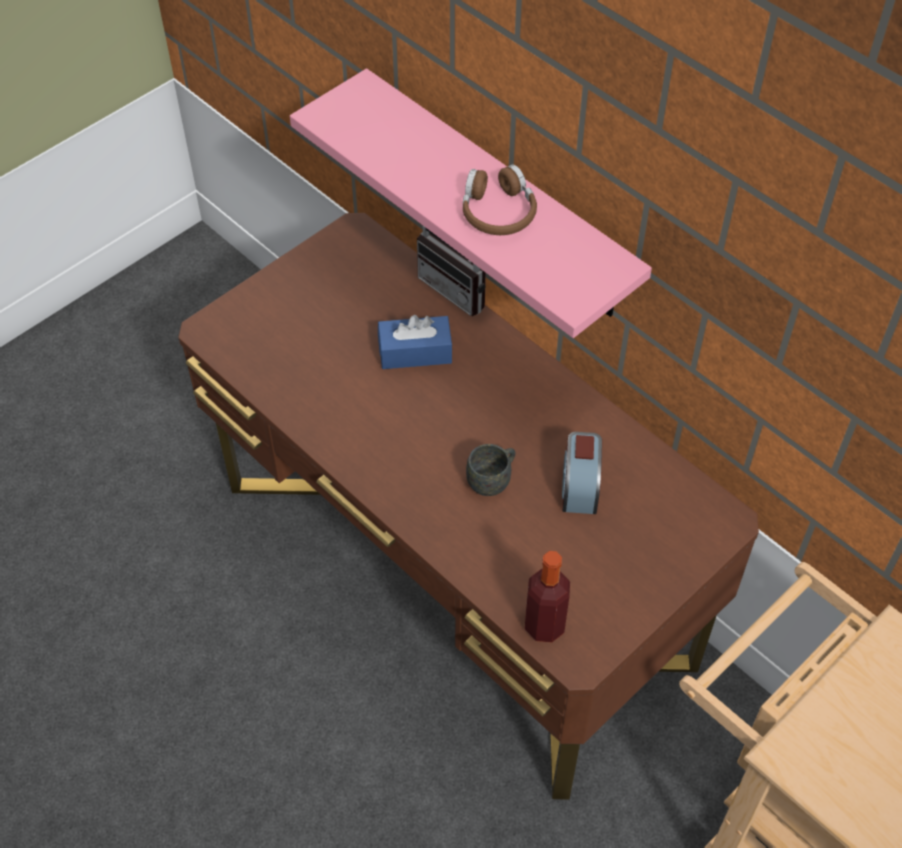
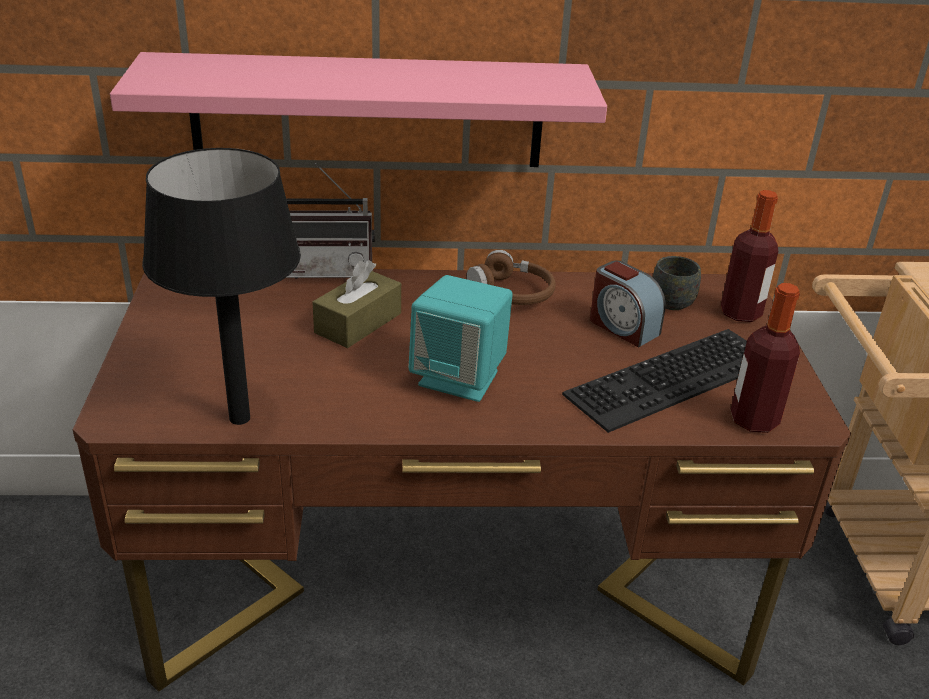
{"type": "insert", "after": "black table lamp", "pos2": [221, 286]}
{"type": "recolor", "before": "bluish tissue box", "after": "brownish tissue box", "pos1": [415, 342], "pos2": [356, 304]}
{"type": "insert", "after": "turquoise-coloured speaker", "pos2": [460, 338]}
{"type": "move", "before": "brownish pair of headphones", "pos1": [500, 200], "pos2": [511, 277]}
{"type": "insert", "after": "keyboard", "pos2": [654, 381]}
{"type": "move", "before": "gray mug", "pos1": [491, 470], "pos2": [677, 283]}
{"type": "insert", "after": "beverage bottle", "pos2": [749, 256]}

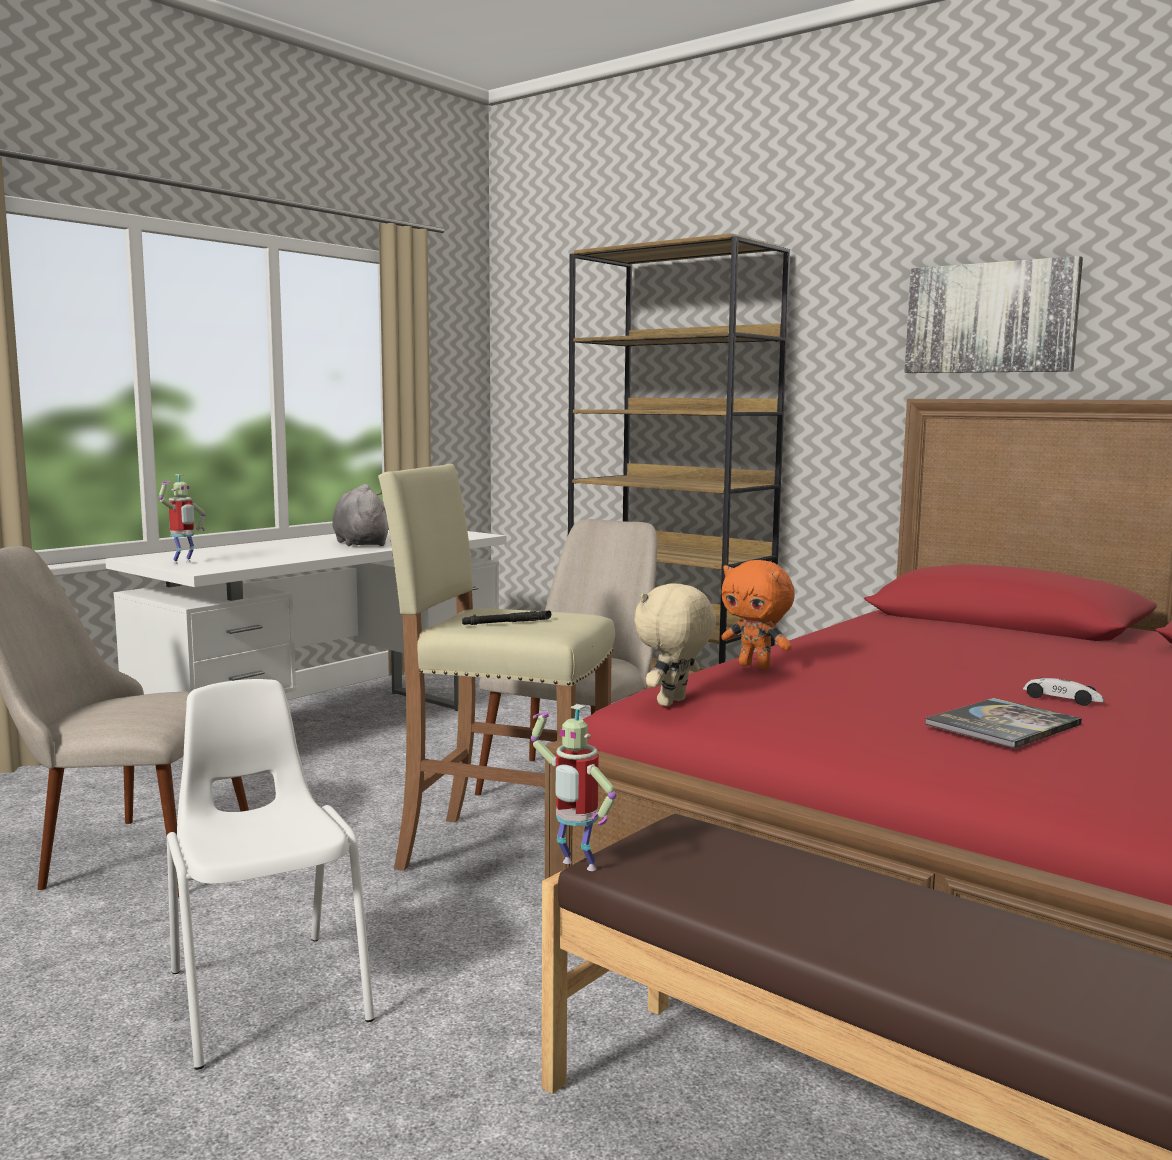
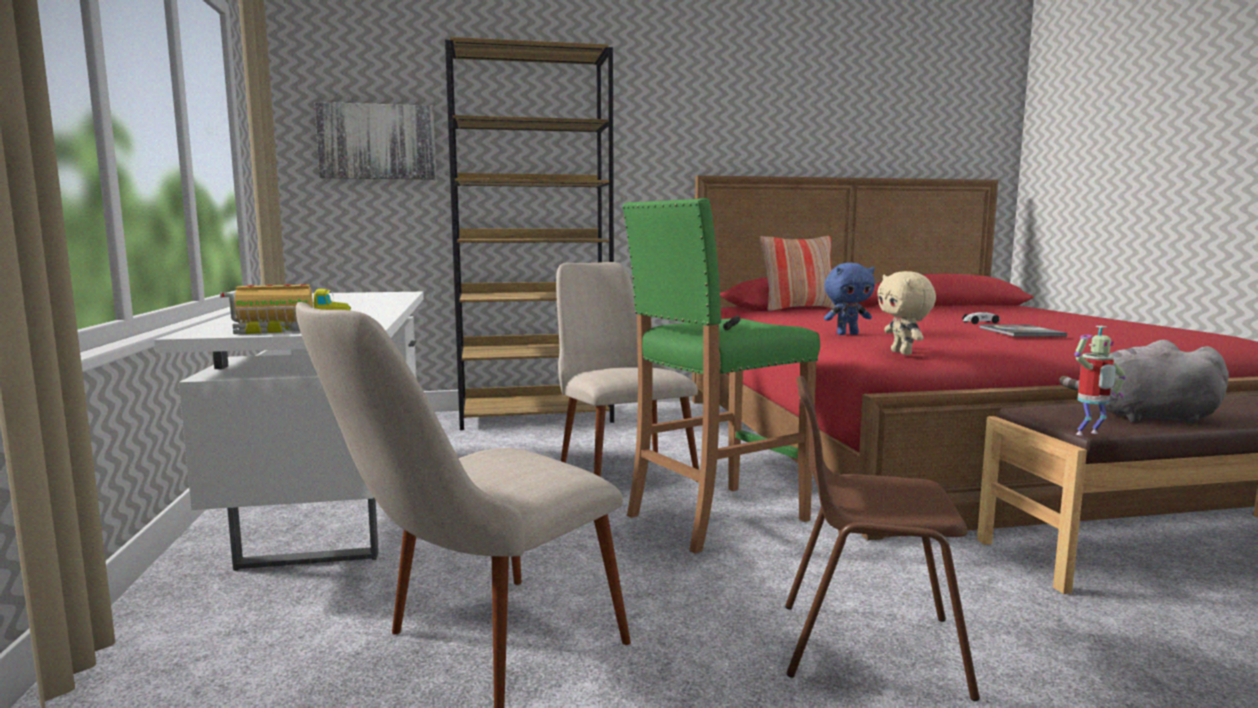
{"type": "replace", "before": "robot figure", "after": "toy lorry", "pos1": [182, 519], "pos2": [285, 309]}
{"type": "move", "before": "wall art", "pos1": [993, 314], "pos2": [375, 141]}
{"type": "recolor", "before": "beige-coloured sitting stool", "after": "green sitting stool", "pos1": [496, 667], "pos2": [721, 376]}
{"type": "insert", "after": "pillow", "pos2": [798, 273]}
{"type": "recolor", "before": "white chair", "after": "brownish chair", "pos1": [271, 874], "pos2": [882, 538]}
{"type": "recolor", "before": "orange cuddly toy", "after": "bluish cuddly toy", "pos1": [758, 614], "pos2": [849, 299]}
{"type": "move", "before": "gray cuddly toy", "pos1": [360, 515], "pos2": [1144, 382]}

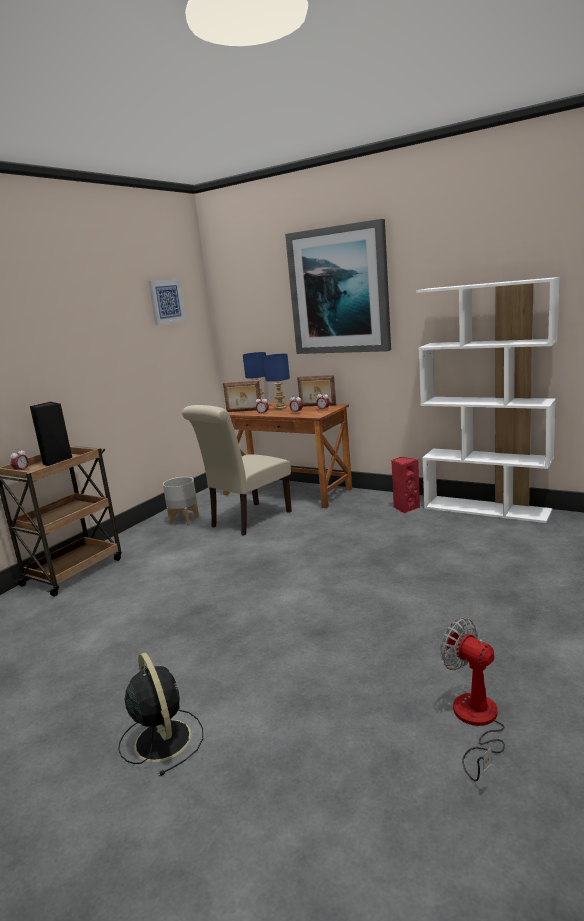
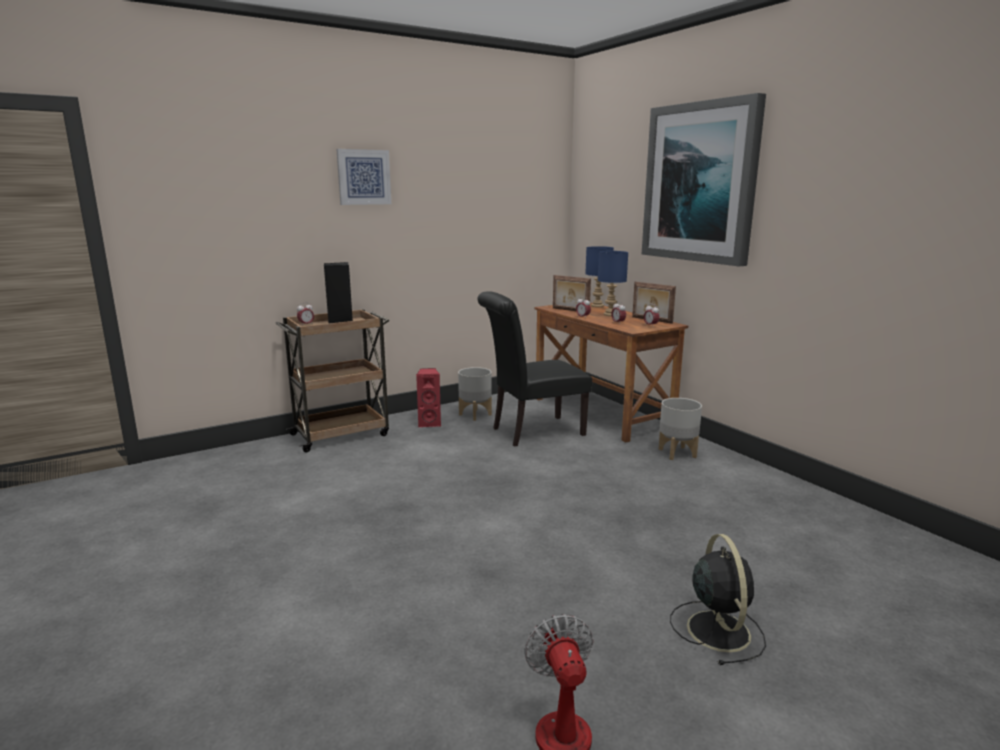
{"type": "move", "before": "wall art", "pos1": [167, 302], "pos2": [363, 177]}
{"type": "move", "before": "red-coloured speaker", "pos1": [405, 485], "pos2": [428, 398]}
{"type": "recolor", "before": "beige-coloured chair", "after": "black chair", "pos1": [237, 470], "pos2": [534, 369]}
{"type": "insert", "after": "gray flower pot", "pos2": [680, 429]}
{"type": "move", "before": "black fan", "pos1": [160, 714], "pos2": [718, 599]}
{"type": "delete", "before": "white bookcase", "pos1": [488, 400]}

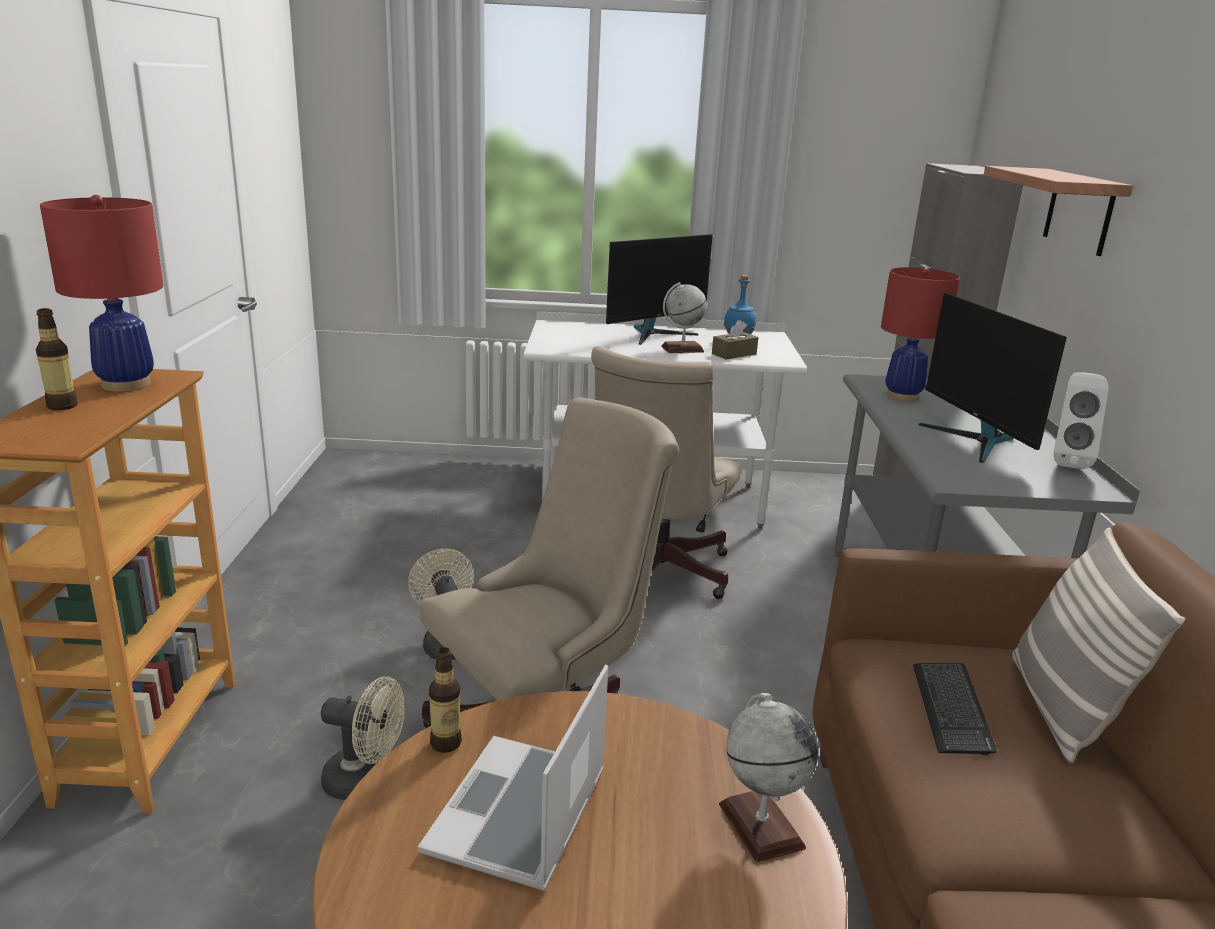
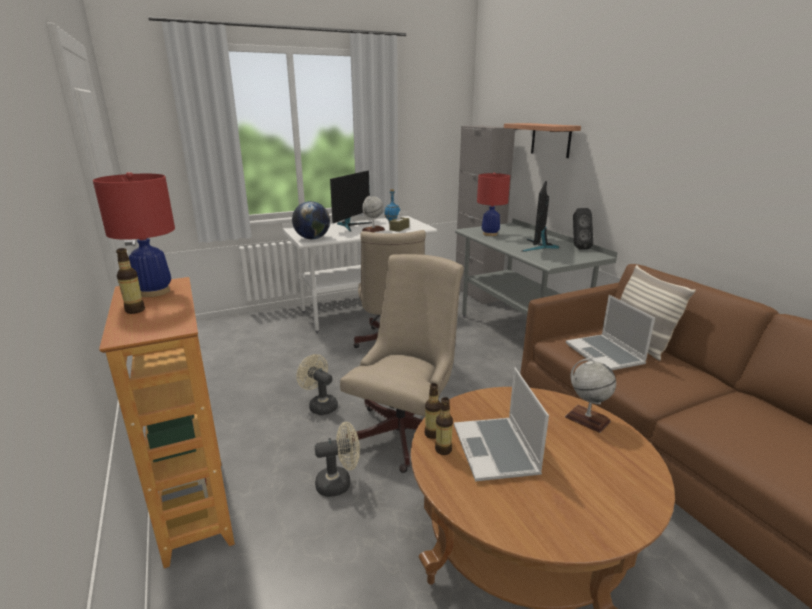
{"type": "insert", "after": "world globe", "pos2": [311, 220]}
{"type": "insert", "after": "beverage bottle", "pos2": [444, 426]}
{"type": "rotate", "before": "computer display", "pos1": [993, 378], "pos2": [540, 216], "turn": 60}
{"type": "replace", "before": "keyboard", "after": "laptop", "pos1": [955, 709], "pos2": [610, 332]}
{"type": "recolor", "before": "white speaker", "after": "black speaker", "pos1": [1081, 420], "pos2": [583, 229]}

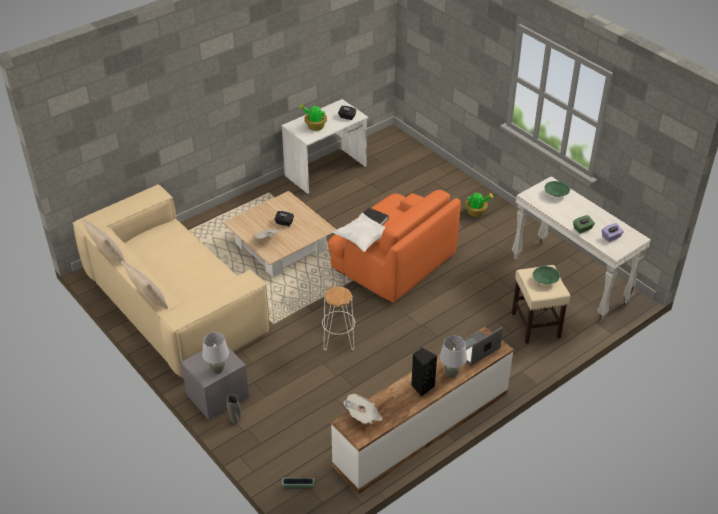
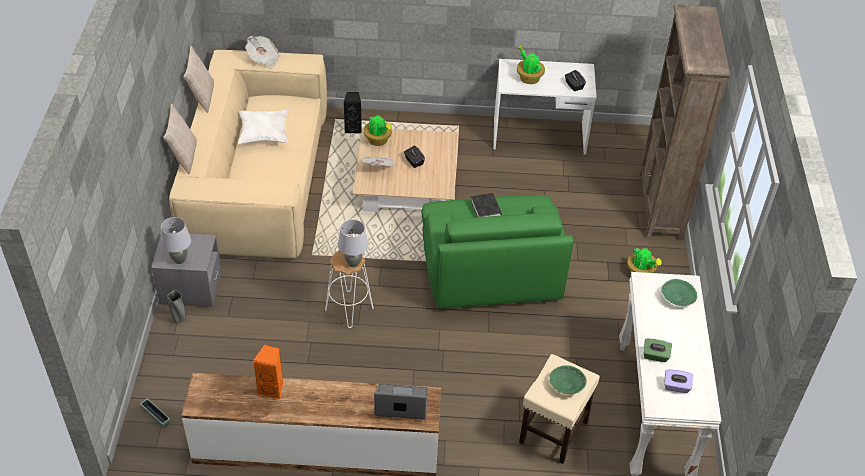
{"type": "move", "before": "white pillow", "pos1": [359, 232], "pos2": [263, 127]}
{"type": "move", "before": "printed paper", "pos1": [362, 409], "pos2": [263, 52]}
{"type": "insert", "after": "orange speaker", "pos2": [268, 372]}
{"type": "move", "before": "gray table lamp", "pos1": [453, 356], "pos2": [353, 243]}
{"type": "move", "before": "black speaker", "pos1": [424, 372], "pos2": [352, 112]}
{"type": "insert", "after": "plant in a pot", "pos2": [378, 131]}
{"type": "recolor", "before": "orange lounge chair", "after": "green lounge chair", "pos1": [394, 246], "pos2": [497, 252]}
{"type": "insert", "after": "brownish bookcase", "pos2": [684, 122]}

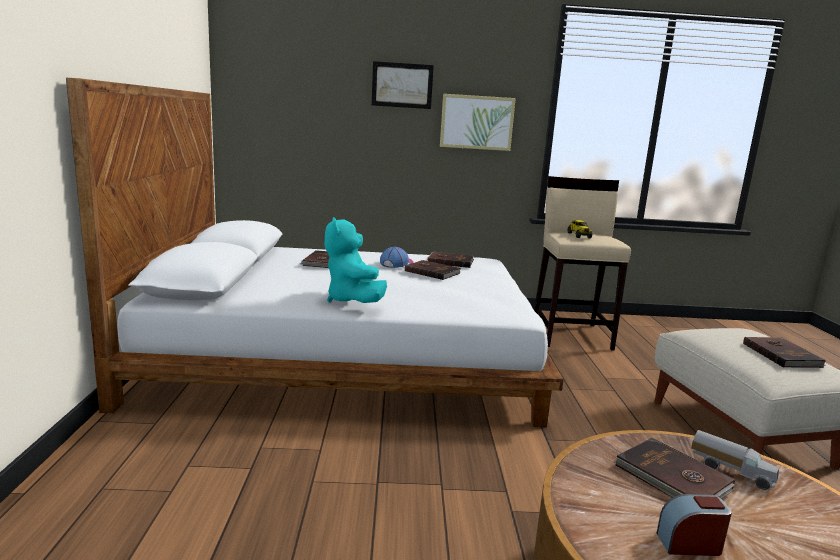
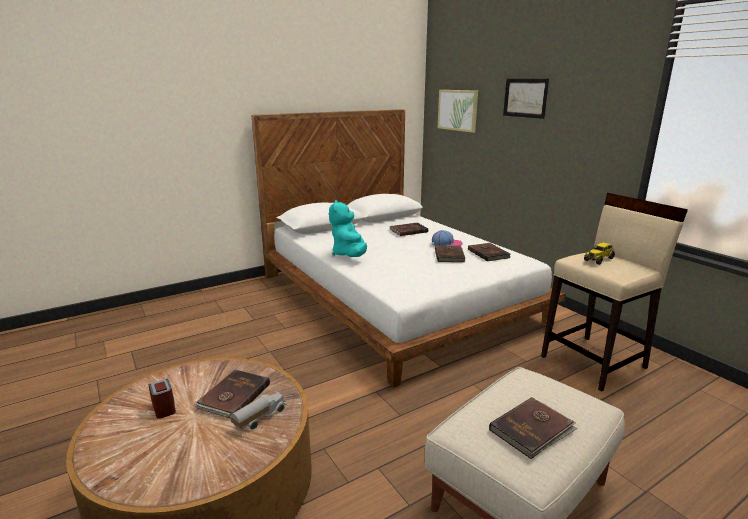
{"type": "rotate", "before": "toy lorry", "pos1": [735, 460], "pos2": [258, 411], "turn": -150}
{"type": "rotate", "before": "turquoise-coloured cuddly toy", "pos1": [356, 260], "pos2": [348, 228], "turn": -45}
{"type": "move", "before": "wall art", "pos1": [478, 122], "pos2": [458, 111]}

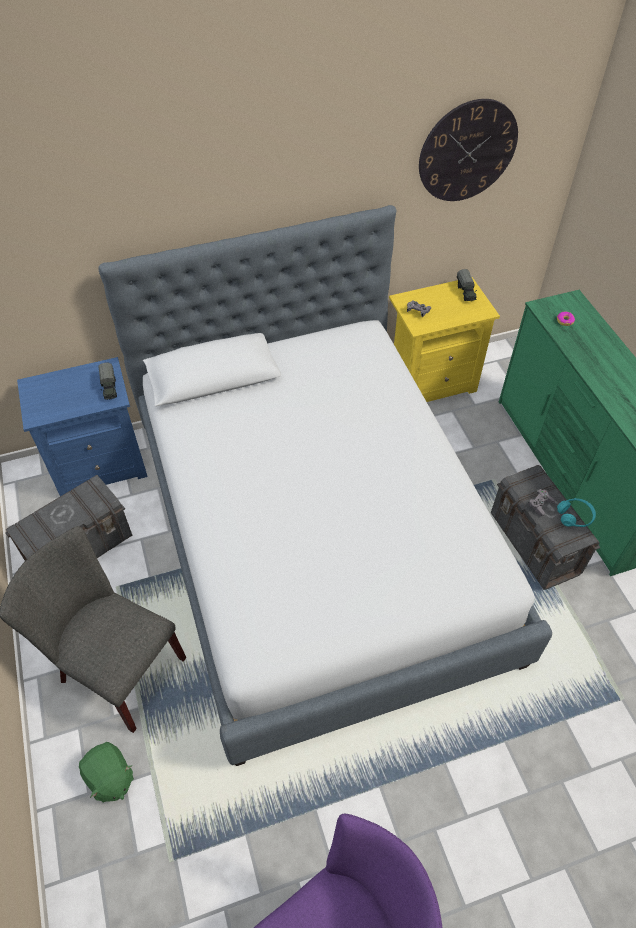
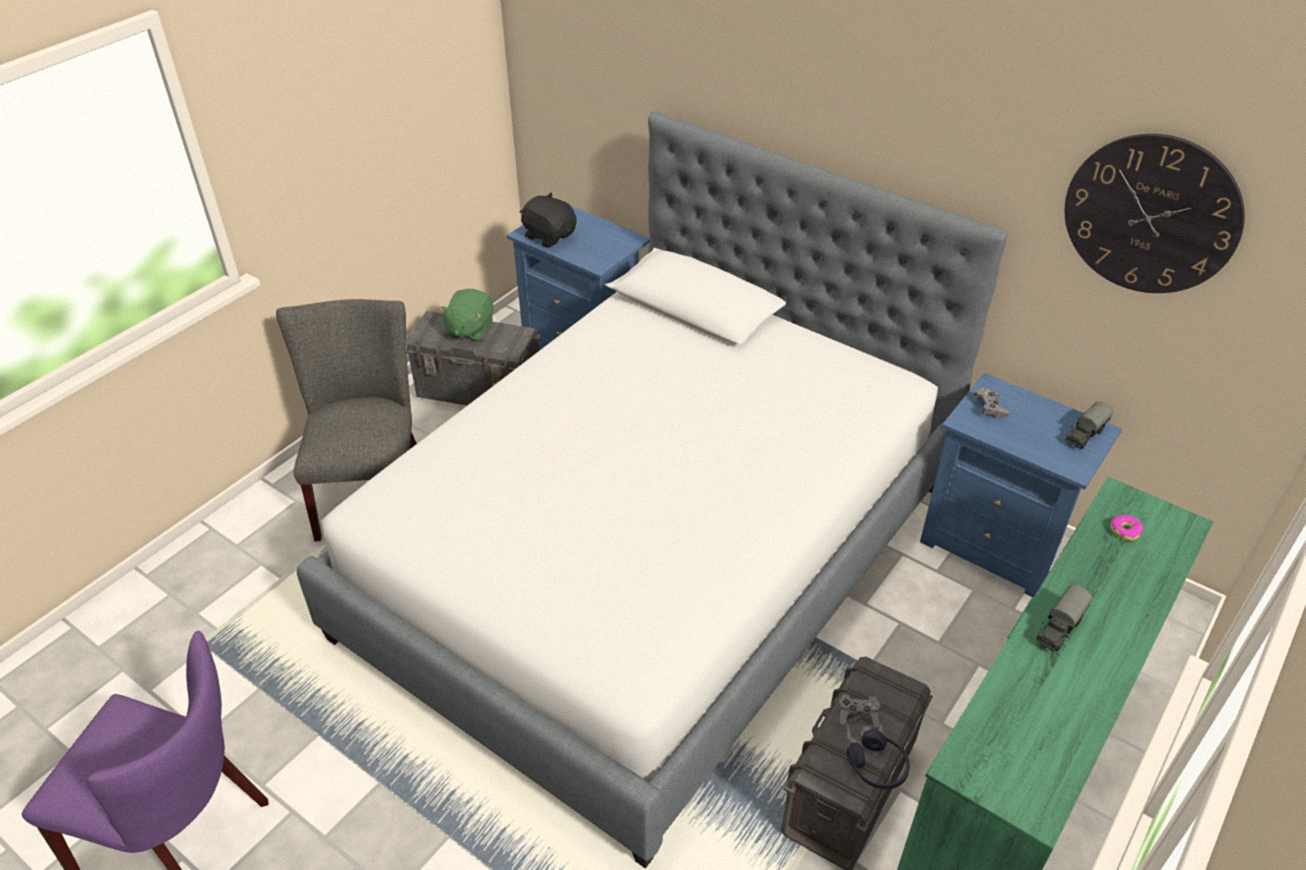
{"type": "move", "before": "green cuddly toy", "pos1": [106, 772], "pos2": [466, 315]}
{"type": "insert", "after": "black cuddly toy", "pos2": [548, 220]}
{"type": "recolor", "before": "turquoise-coloured pair of headphones", "after": "purplish pair of headphones", "pos1": [576, 512], "pos2": [878, 759]}
{"type": "recolor", "before": "yellow-coloured night table", "after": "bluish night table", "pos1": [444, 339], "pos2": [1021, 485]}
{"type": "move", "before": "toy lorry", "pos1": [107, 381], "pos2": [1064, 618]}

